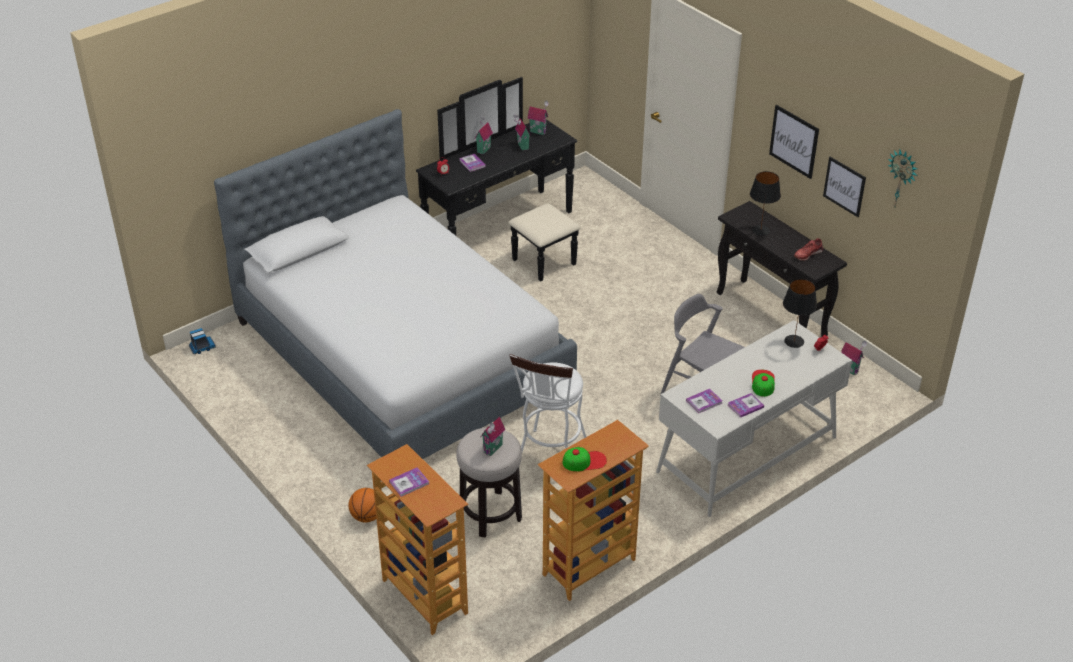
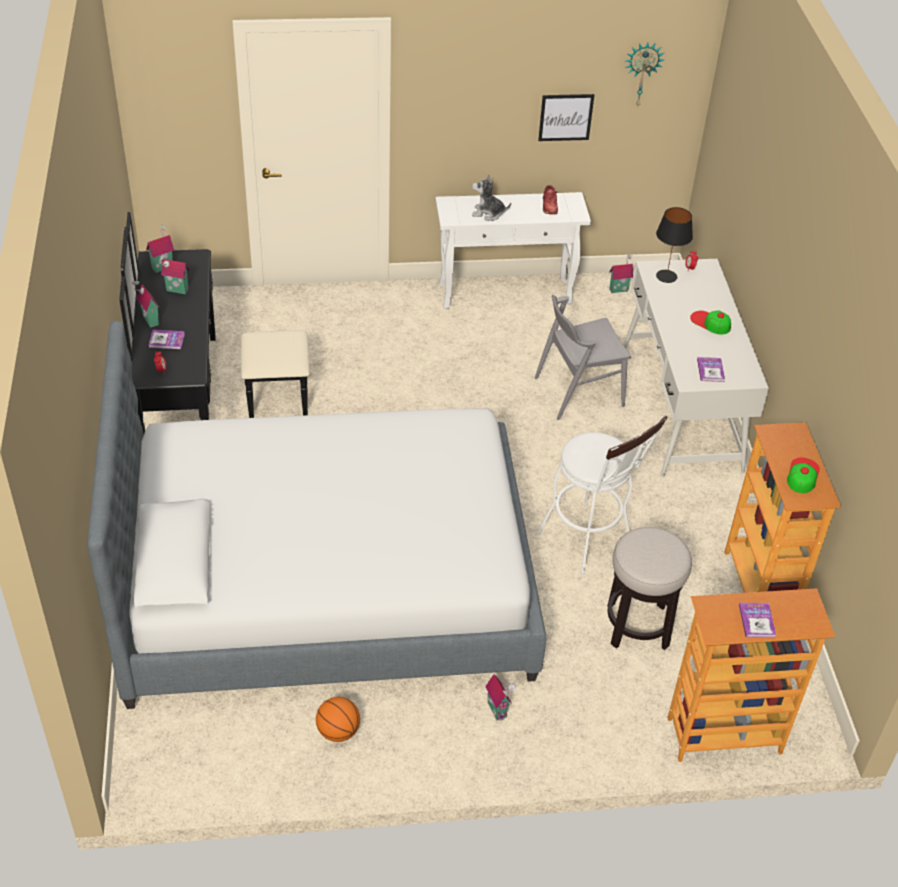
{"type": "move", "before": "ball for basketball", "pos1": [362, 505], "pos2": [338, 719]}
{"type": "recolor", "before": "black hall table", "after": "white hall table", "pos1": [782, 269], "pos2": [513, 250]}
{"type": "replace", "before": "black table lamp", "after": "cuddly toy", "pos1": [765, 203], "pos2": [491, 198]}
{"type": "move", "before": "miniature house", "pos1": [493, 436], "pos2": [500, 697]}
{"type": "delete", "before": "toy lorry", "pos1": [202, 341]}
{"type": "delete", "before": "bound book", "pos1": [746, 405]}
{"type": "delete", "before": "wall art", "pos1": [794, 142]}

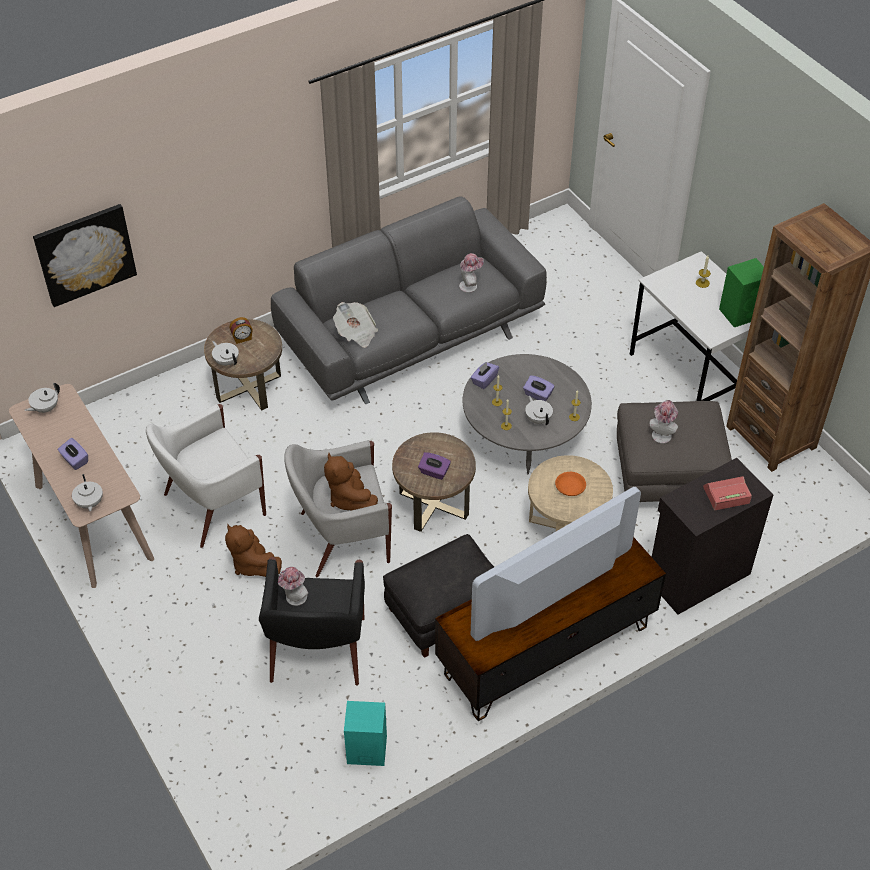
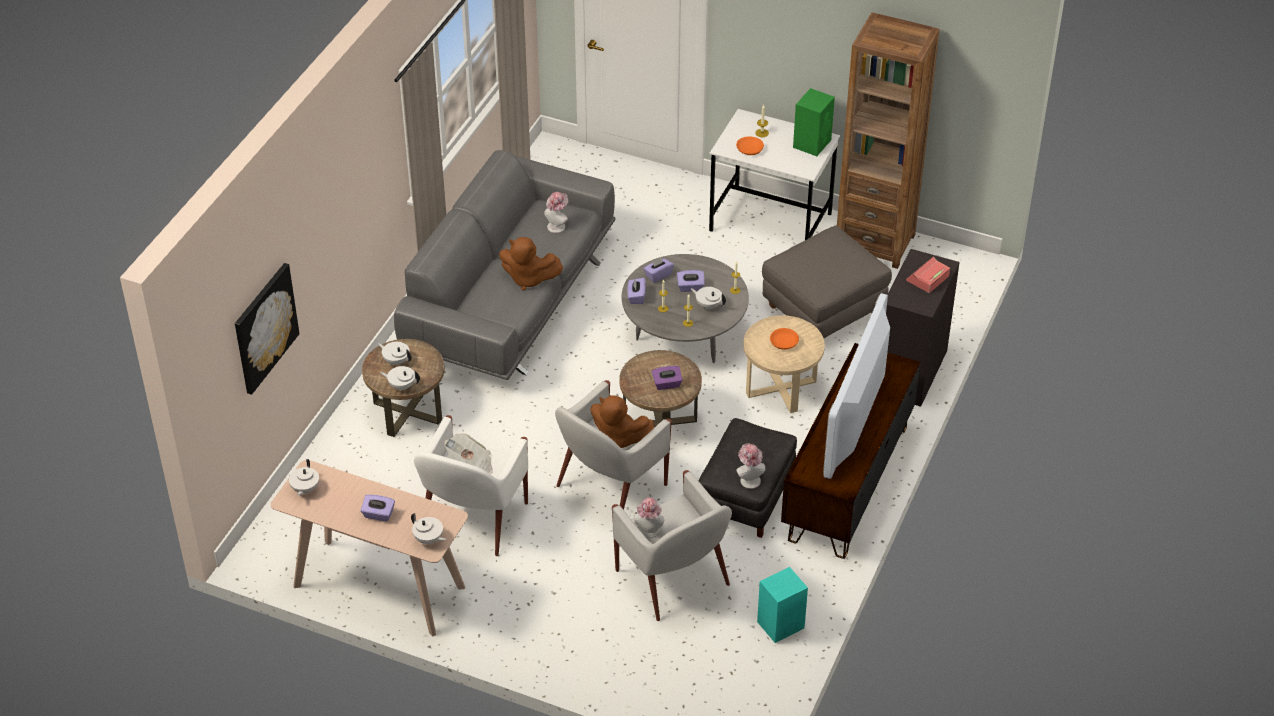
{"type": "replace", "before": "alarm clock", "after": "white pot for tea", "pos1": [241, 330], "pos2": [395, 353]}
{"type": "move", "before": "printed paper", "pos1": [355, 325], "pos2": [468, 453]}
{"type": "move", "before": "brownish cuddly toy", "pos1": [253, 550], "pos2": [531, 264]}
{"type": "recolor", "before": "black lounge chair", "after": "white lounge chair", "pos1": [312, 621], "pos2": [672, 545]}
{"type": "insert", "after": "purplish tissue box", "pos2": [658, 269]}
{"type": "insert", "after": "orange deep dish", "pos2": [750, 145]}
{"type": "move", "before": "hat", "pos1": [663, 422], "pos2": [750, 466]}

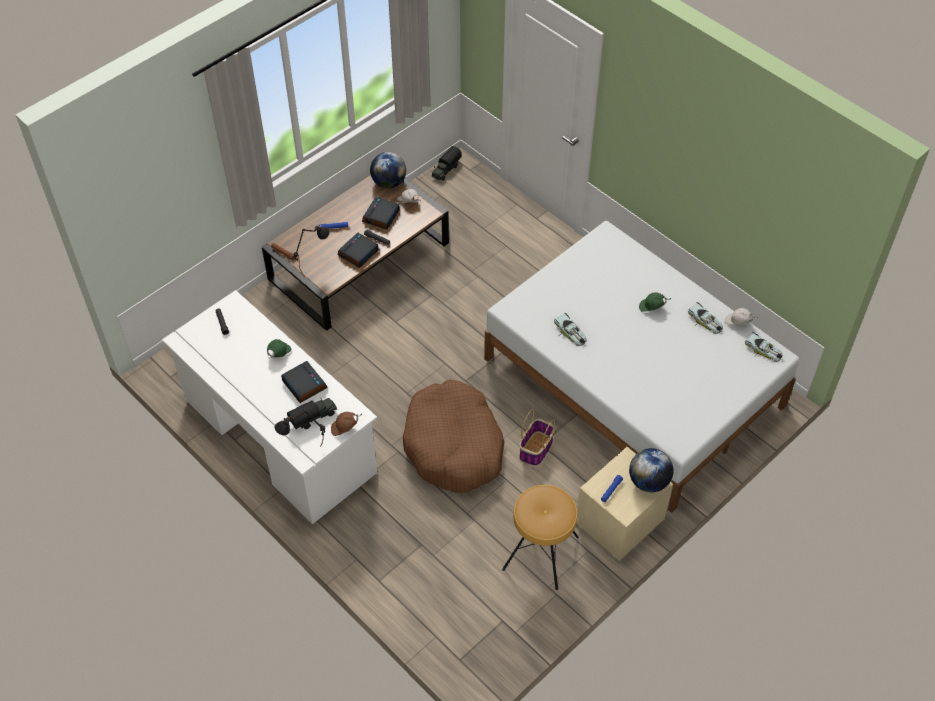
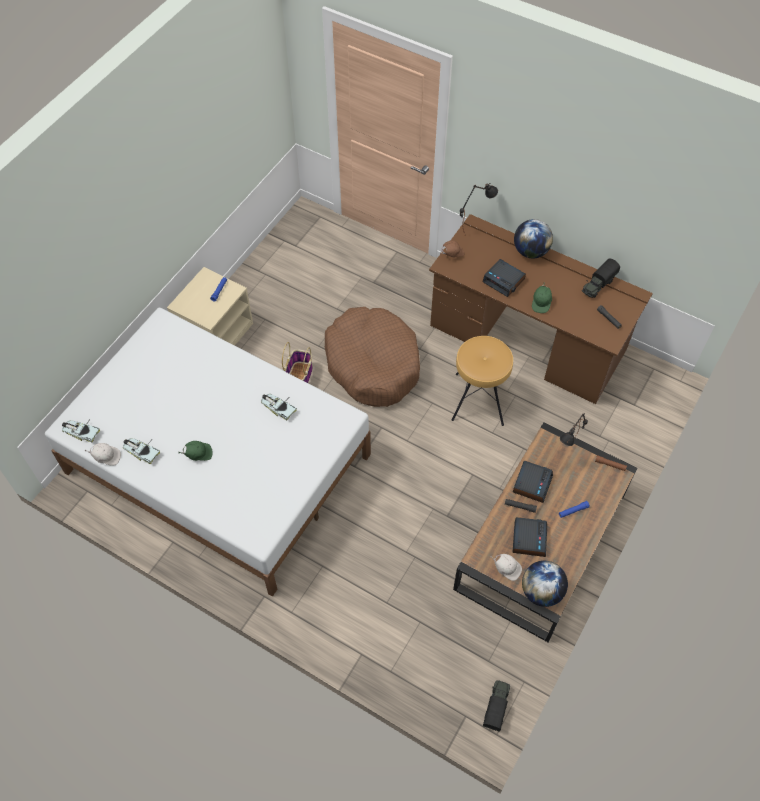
{"type": "recolor", "before": "white desk", "after": "brownish desk", "pos1": [269, 407], "pos2": [541, 309]}
{"type": "move", "before": "brownish sitting stool", "pos1": [540, 537], "pos2": [482, 381]}
{"type": "move", "before": "world globe", "pos1": [651, 470], "pos2": [533, 238]}
{"type": "move", "before": "toy lorry", "pos1": [312, 413], "pos2": [601, 278]}

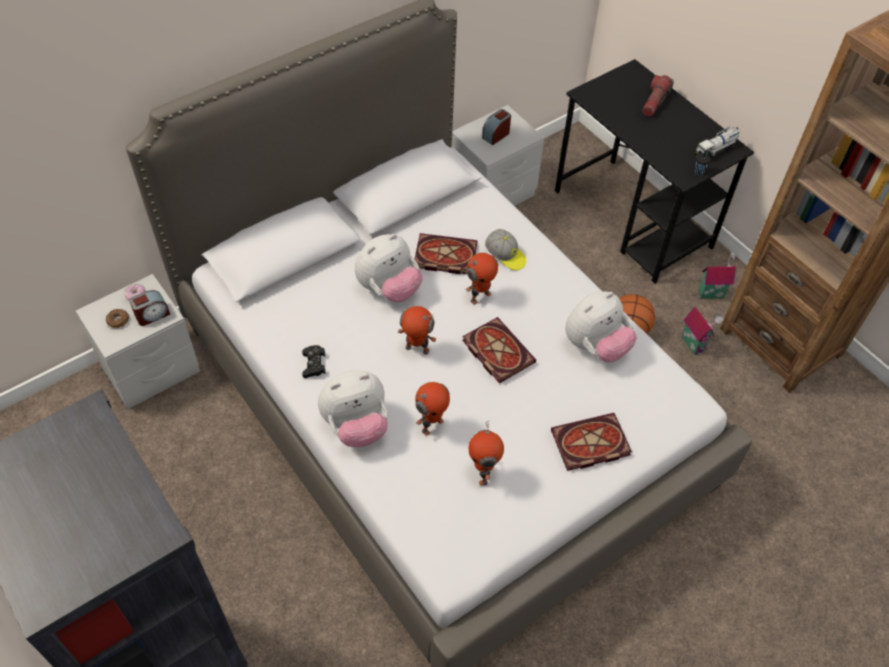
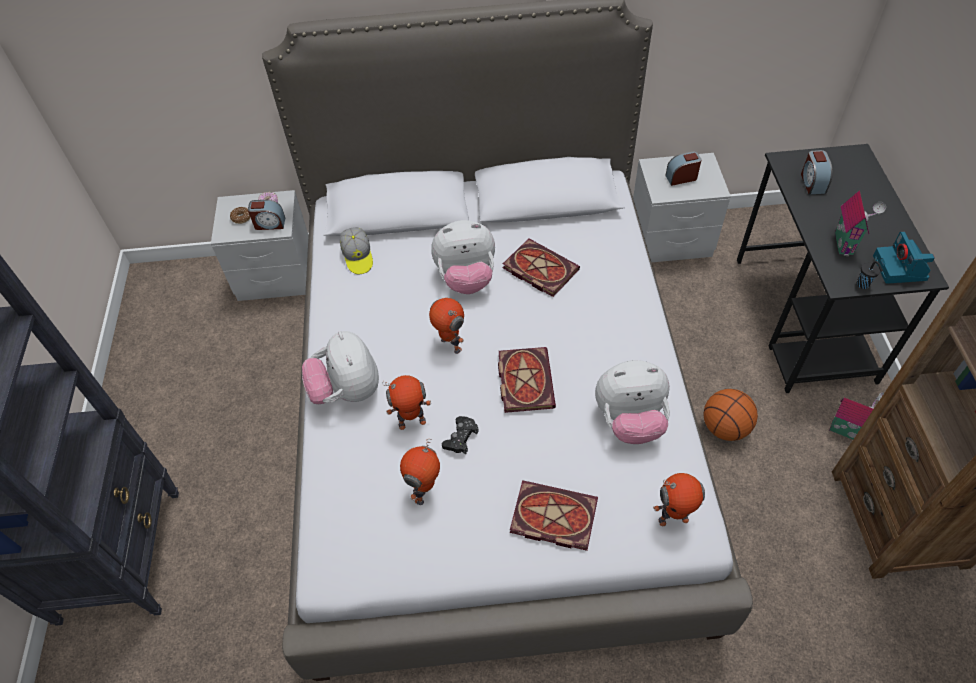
{"type": "rotate", "before": "cuddly toy", "pos1": [353, 408], "pos2": [340, 367], "turn": 60}
{"type": "move", "before": "cap", "pos1": [505, 249], "pos2": [356, 250]}
{"type": "move", "before": "black gamepad", "pos1": [313, 361], "pos2": [460, 435]}
{"type": "move", "before": "robot figure", "pos1": [481, 279], "pos2": [679, 499]}
{"type": "insert", "after": "alarm clock", "pos2": [817, 172]}
{"type": "move", "before": "miniature house", "pos1": [703, 331], "pos2": [860, 223]}
{"type": "replace", "before": "toy lorry", "after": "photo camera", "pos1": [717, 142], "pos2": [904, 258]}
{"type": "delete", "before": "torch", "pos1": [658, 96]}

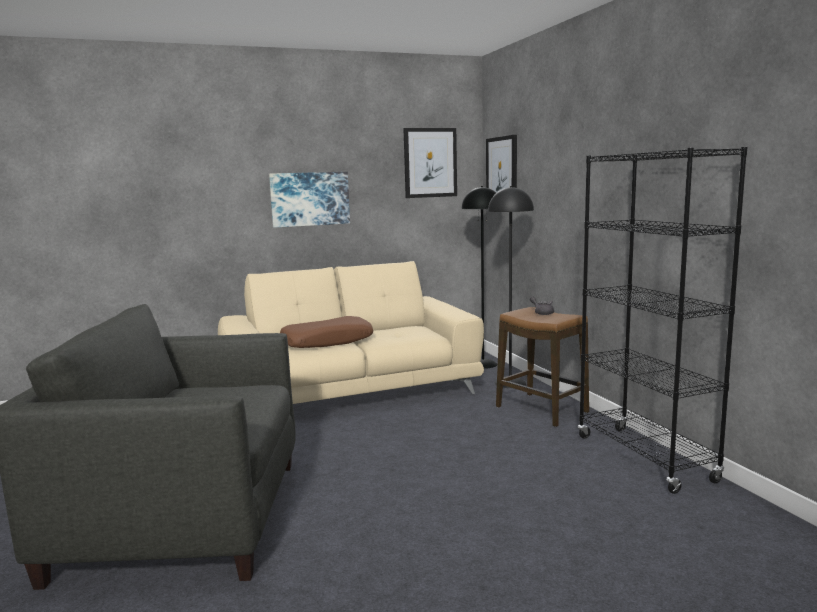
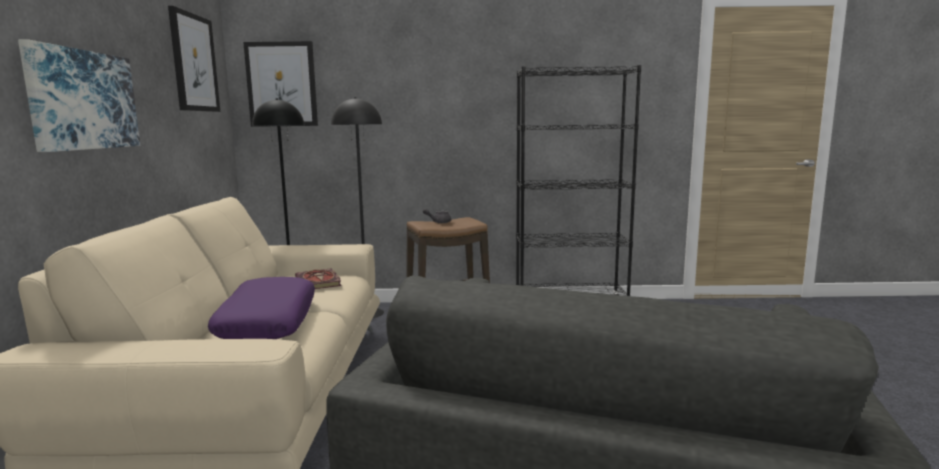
{"type": "recolor", "before": "brownish pillow", "after": "purplish pillow", "pos1": [326, 332], "pos2": [261, 308]}
{"type": "insert", "after": "bound book", "pos2": [318, 279]}

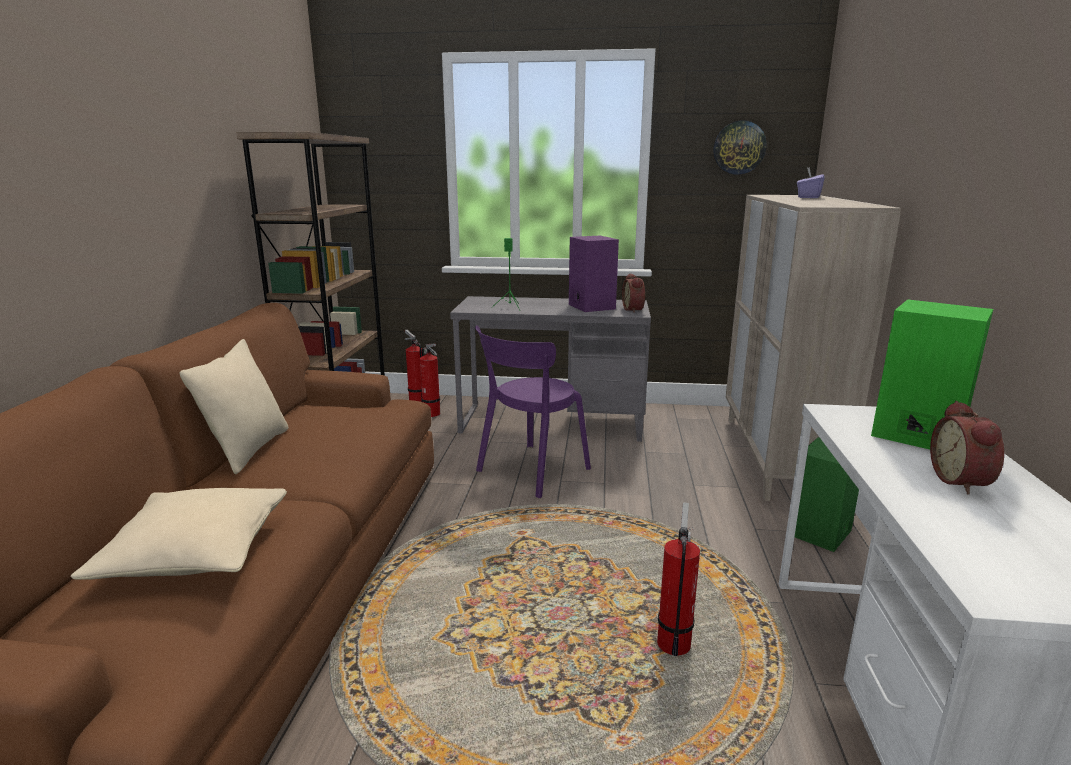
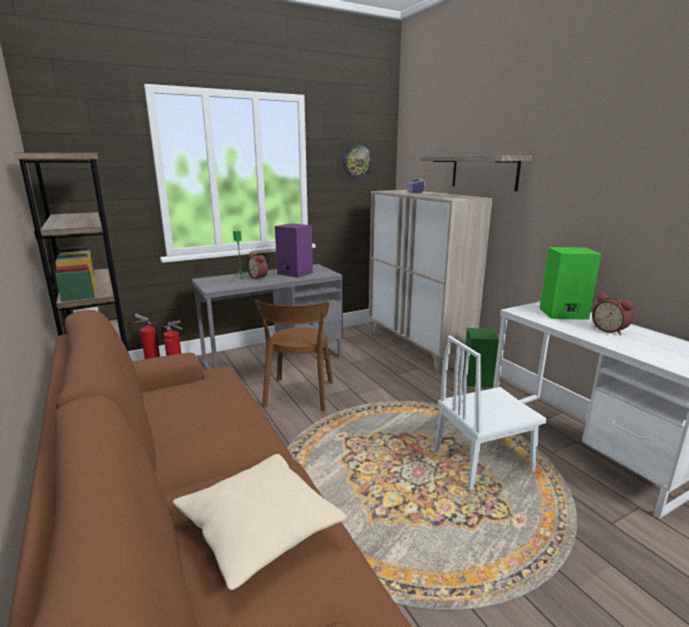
{"type": "move", "before": "alarm clock", "pos1": [633, 293], "pos2": [257, 266]}
{"type": "recolor", "before": "purplish chair", "after": "brownish chair", "pos1": [533, 411], "pos2": [293, 355]}
{"type": "insert", "after": "bracket shelf", "pos2": [476, 173]}
{"type": "replace", "before": "fire extinguisher", "after": "white chair", "pos1": [678, 579], "pos2": [490, 413]}
{"type": "delete", "before": "beige-coloured pillow", "pos1": [234, 406]}

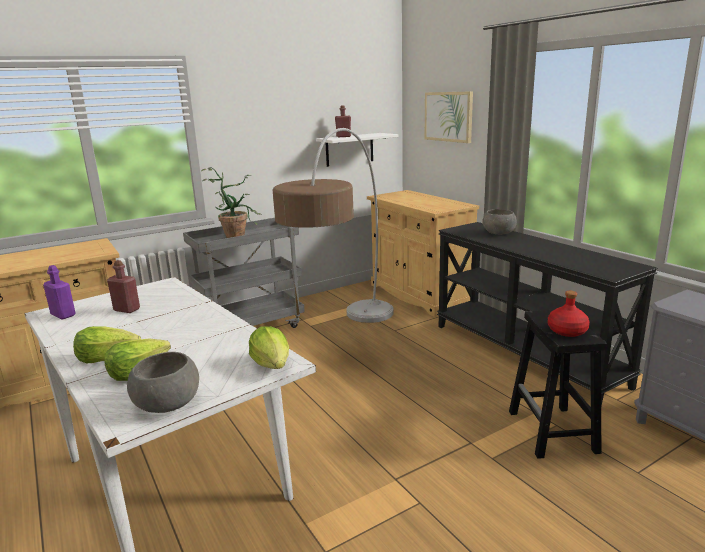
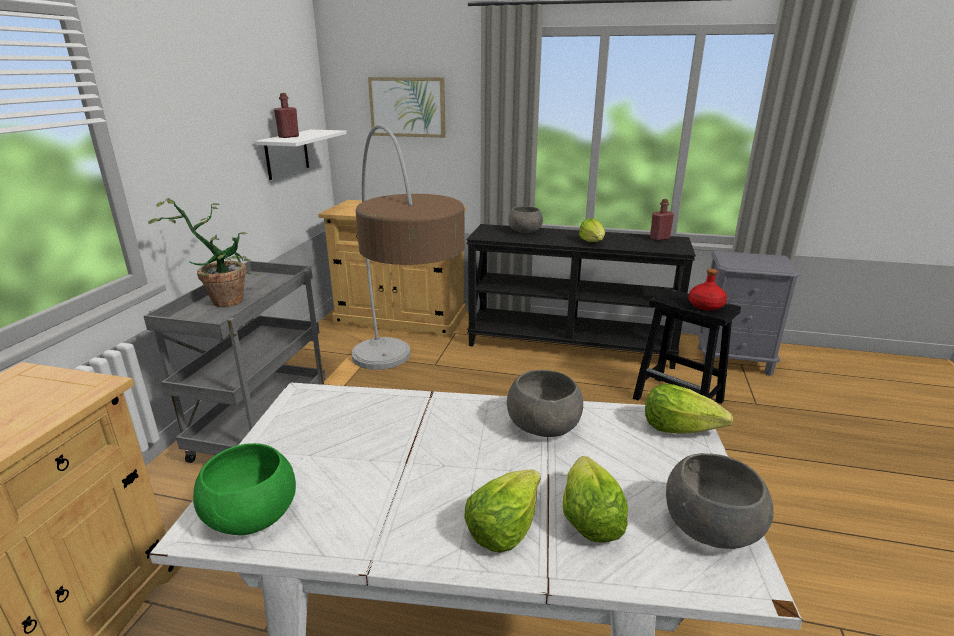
{"type": "replace", "before": "purplish beverage bottle", "after": "green deep dish", "pos1": [59, 292], "pos2": [244, 489]}
{"type": "insert", "after": "gray deep dish", "pos2": [545, 403]}
{"type": "insert", "after": "lettuce", "pos2": [592, 230]}
{"type": "move", "before": "red-coloured beverage bottle", "pos1": [123, 286], "pos2": [662, 220]}

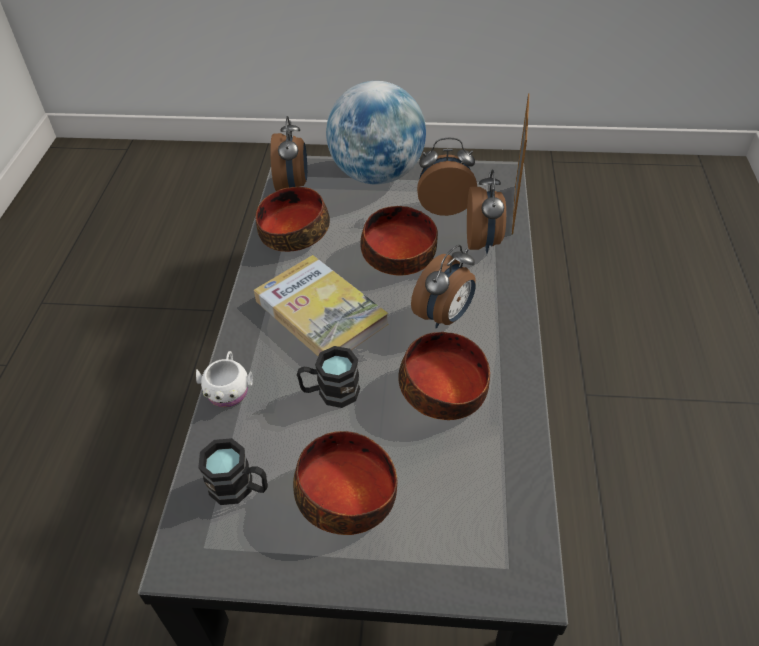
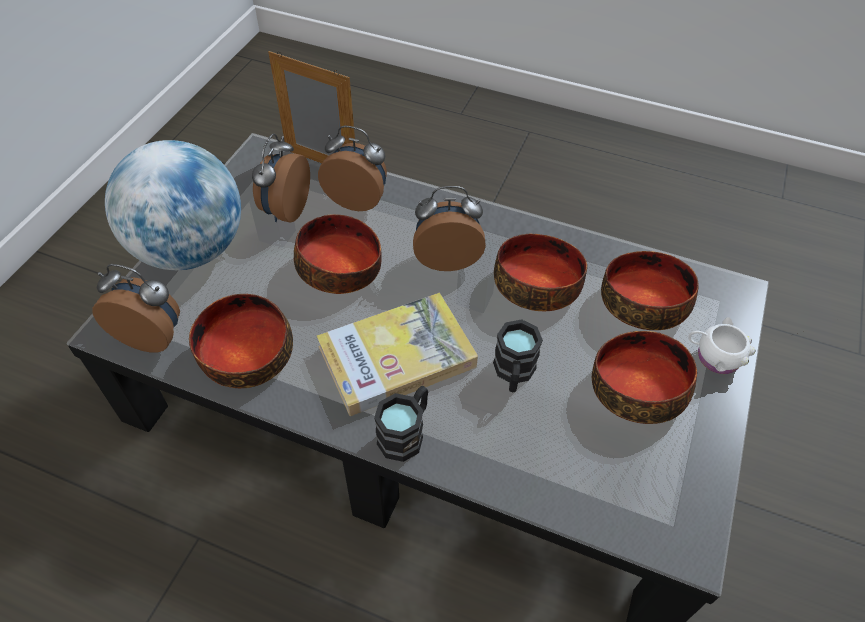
{"type": "move", "before": "black mug", "pos1": [233, 471], "pos2": [401, 424]}
{"type": "rotate", "before": "alarm clock", "pos1": [443, 287], "pos2": [449, 228], "turn": -60}
{"type": "insert", "after": "deep dish", "pos2": [650, 290]}
{"type": "move", "before": "white mug", "pos1": [224, 379], "pos2": [721, 345]}

